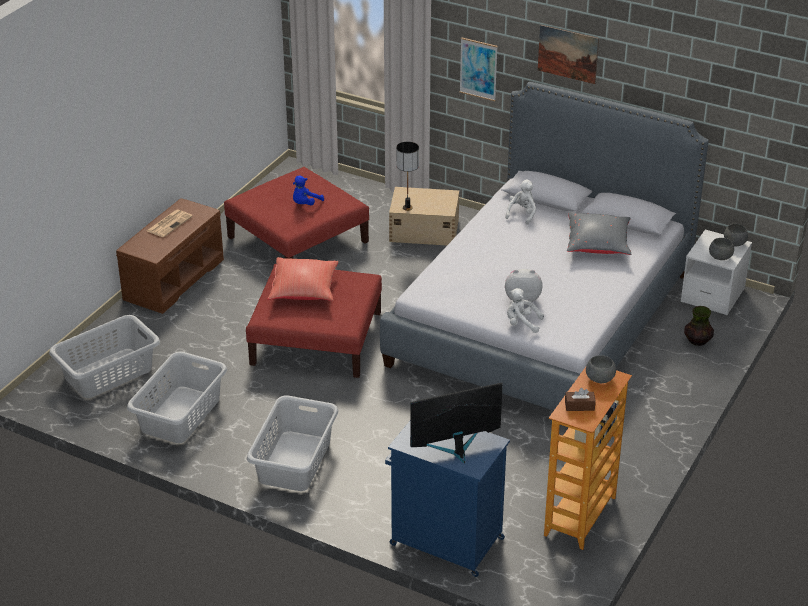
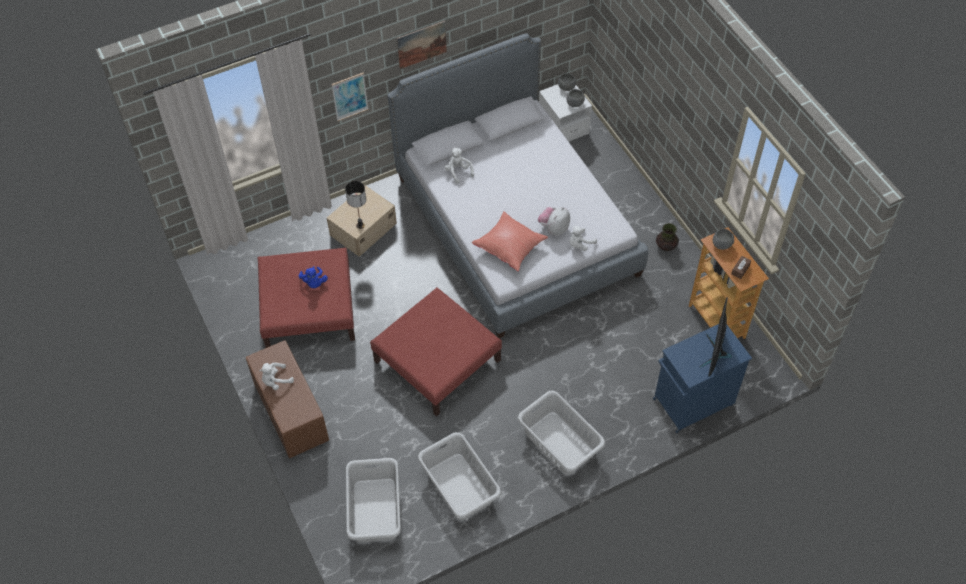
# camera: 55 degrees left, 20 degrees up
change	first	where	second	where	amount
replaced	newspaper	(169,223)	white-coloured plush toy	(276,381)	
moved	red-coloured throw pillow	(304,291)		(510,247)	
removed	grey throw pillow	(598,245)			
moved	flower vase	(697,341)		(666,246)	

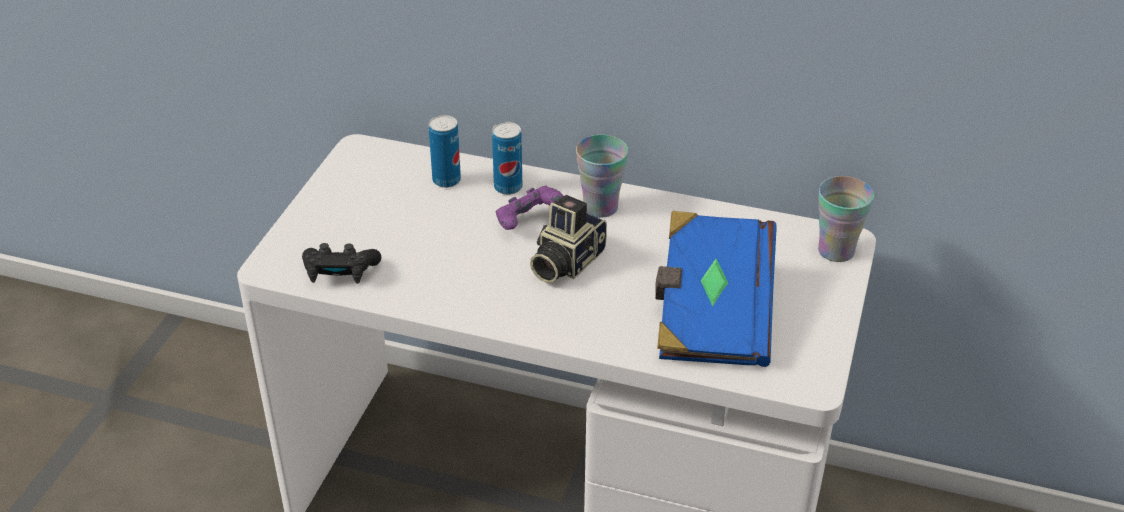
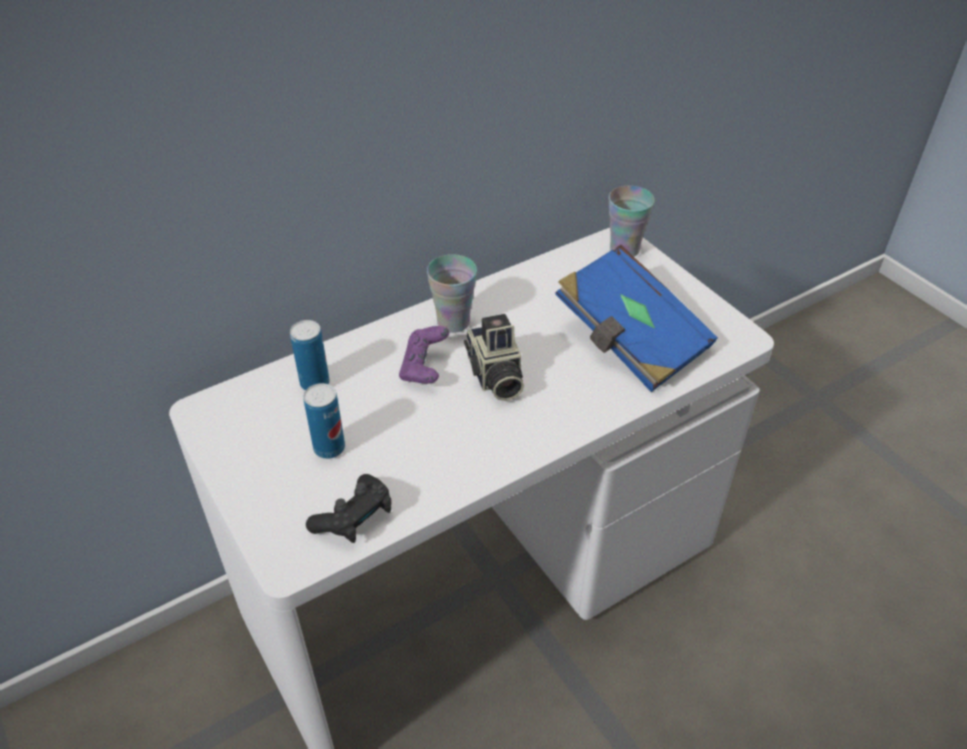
# camera: 50 degrees left, 5 degrees up
change	first	where	second	where	amount
moved	sealed can	(508,187)		(329,448)	

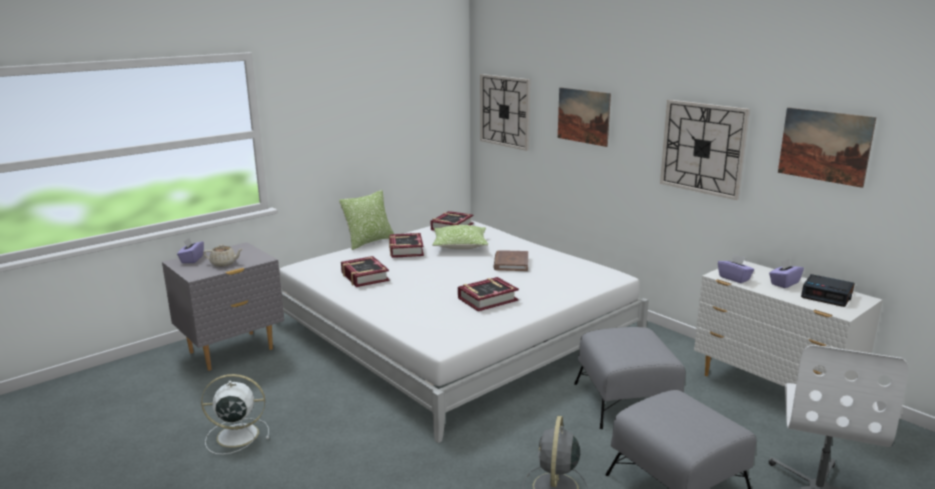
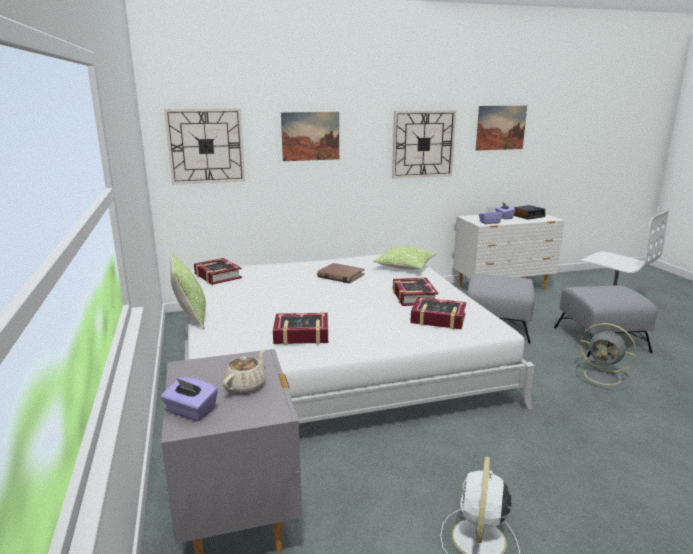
# camera: 65 degrees left, 0 degrees up
change	first	where	second	where	amount
moved	volume	(405,250)		(438,319)	
moved	throw pillow	(460,245)		(405,266)	

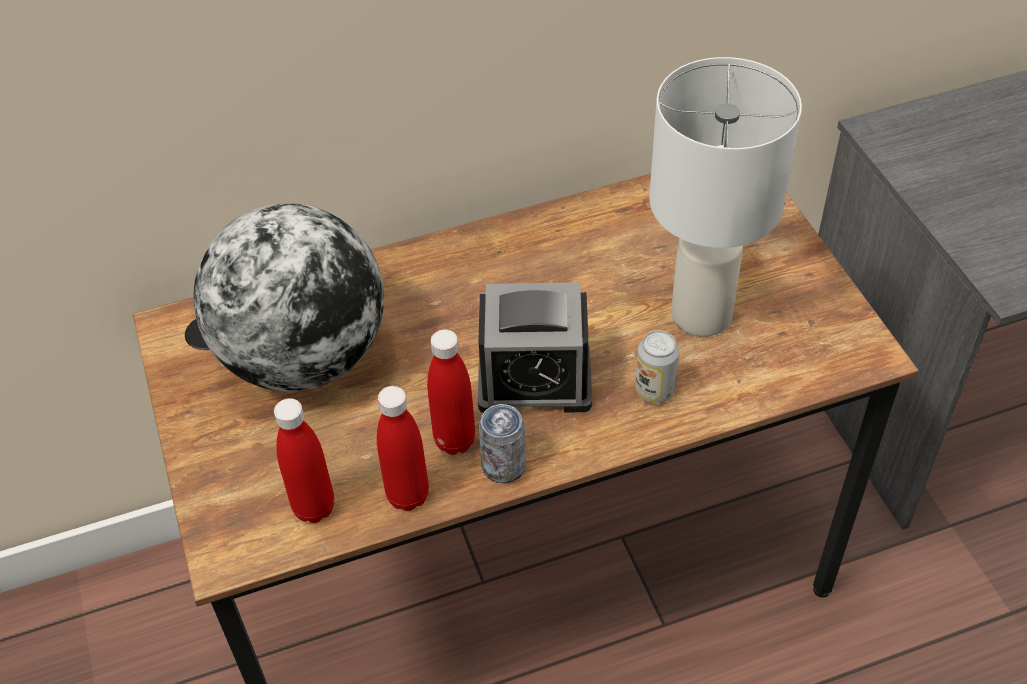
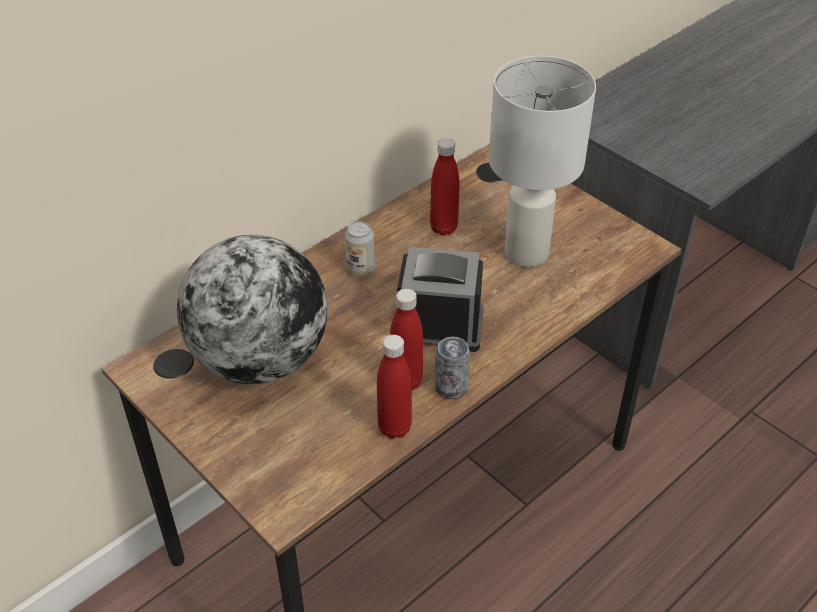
# camera: 25 degrees left, 5 degrees down
change	first	where	second	where	amount
moved	red-coloured drink bottle	(314,507)		(443,228)	
turned	table clock	(534,380)		(439,326)	150 degrees counterclockwise
moved	sealed can	(654,390)		(360,268)	

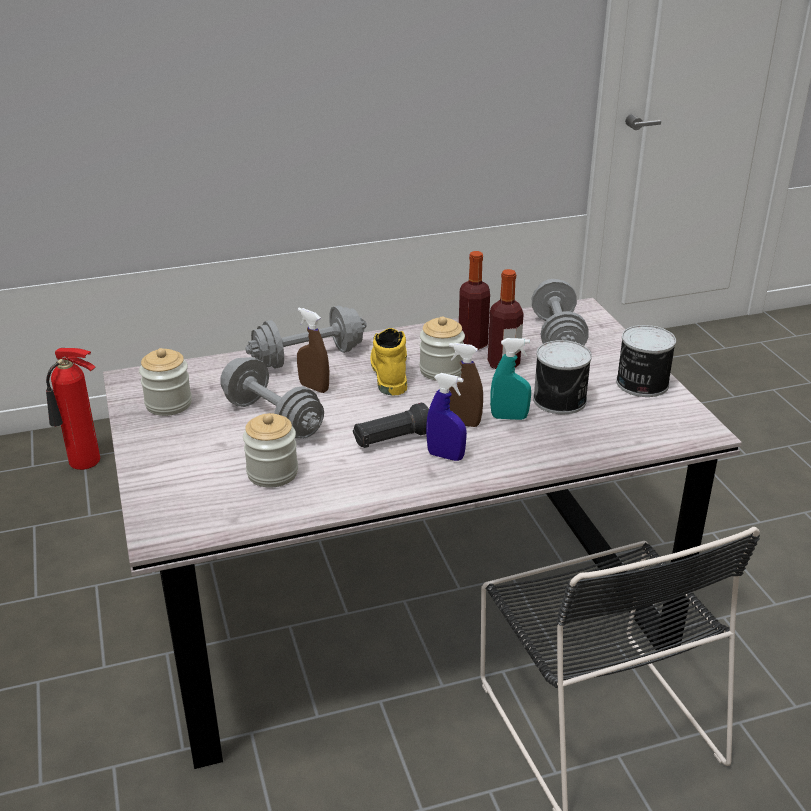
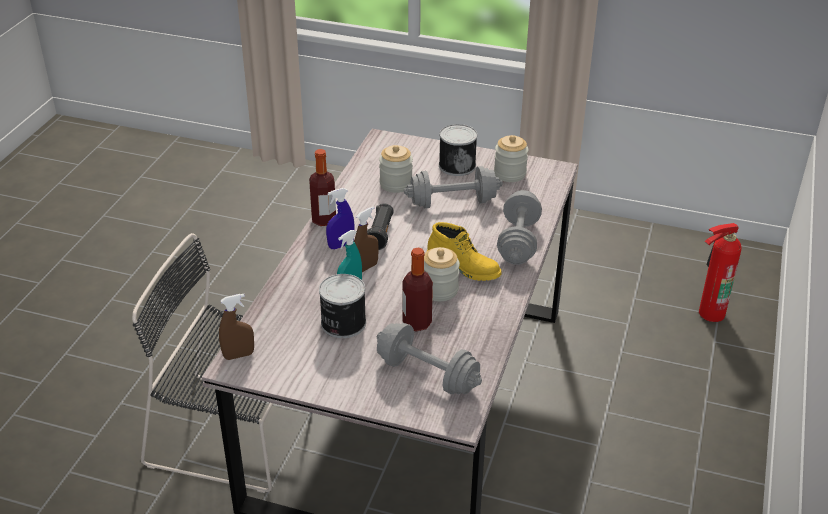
# camera: 125 degrees right, 5 degrees up
change	first	where	second	where	amount
moved	brown hand sprayer	(314,387)		(238,355)	
moved	drink bottle	(472,343)		(324,220)	
moved	sealed can	(641,383)		(457,165)	

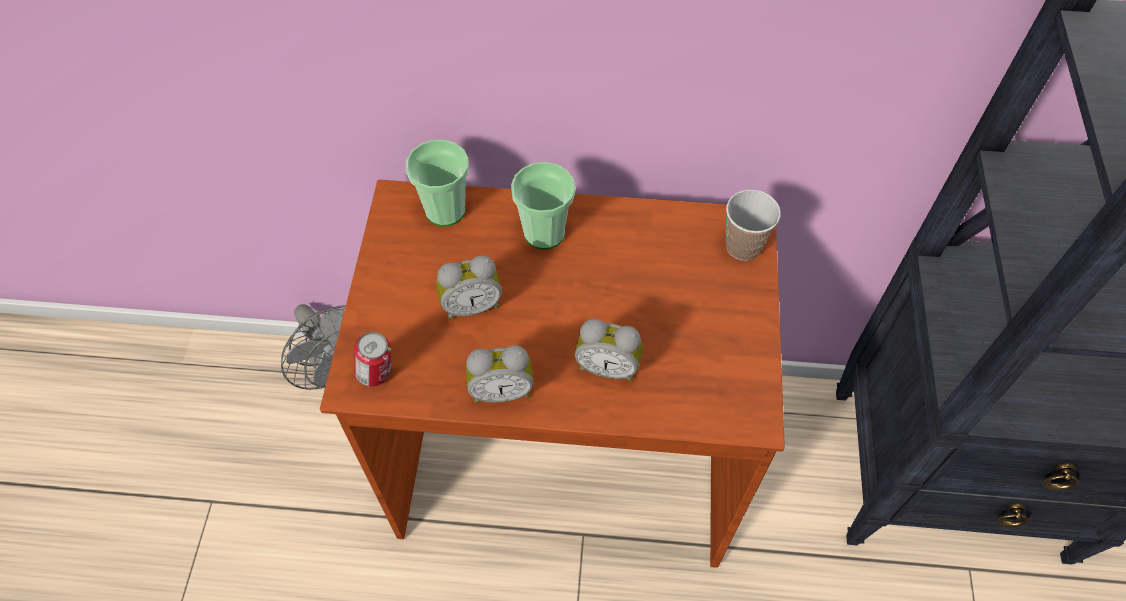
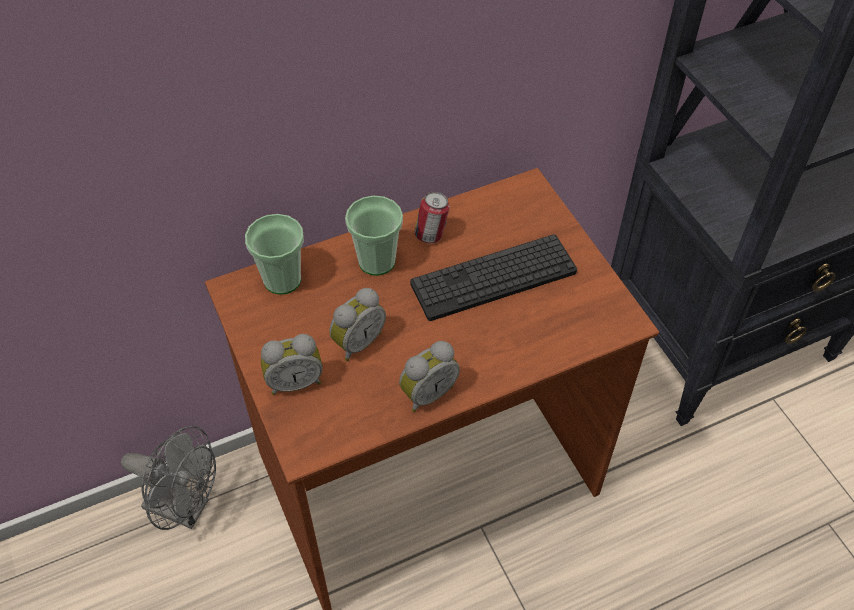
# camera: 30 degrees left, 5 degrees down
change	first	where	second	where	amount
moved	sealed can	(377,374)		(431,235)	
moved	table clock	(608,366)		(294,381)	
removed	cup	(743,246)			
added			keyboard	(493,278)	

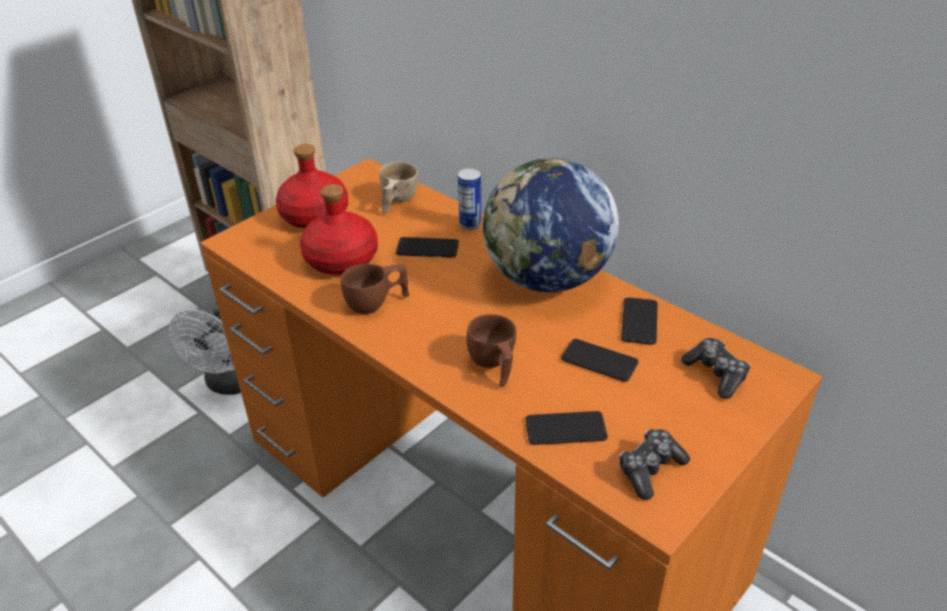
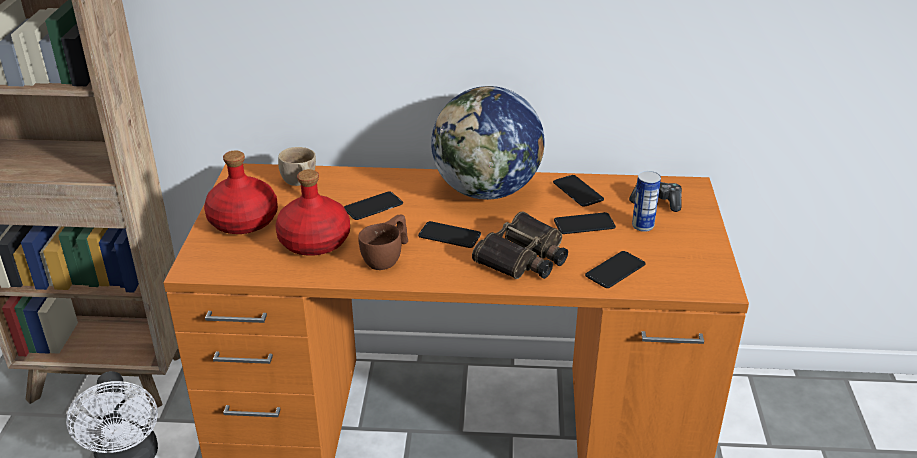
# camera: 40 degrees left, 5 degrees down
change	first	where	second	where	amount
moved	sealed can	(470,224)		(642,226)	
replaced	brown cup	(493,366)	field glasses	(524,257)	
removed	game controller	(650,469)			
added			telephone	(449,236)	

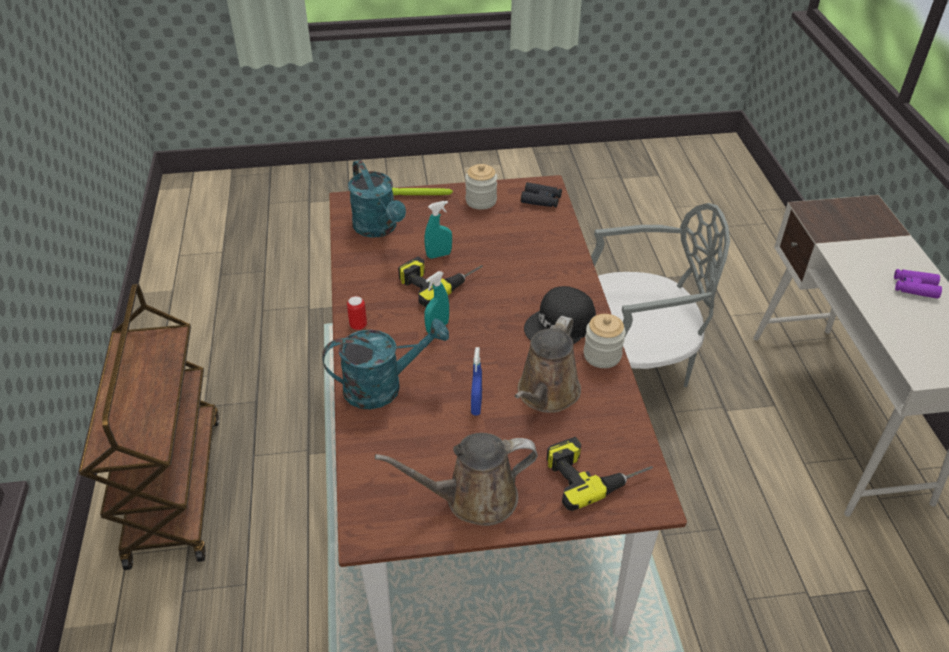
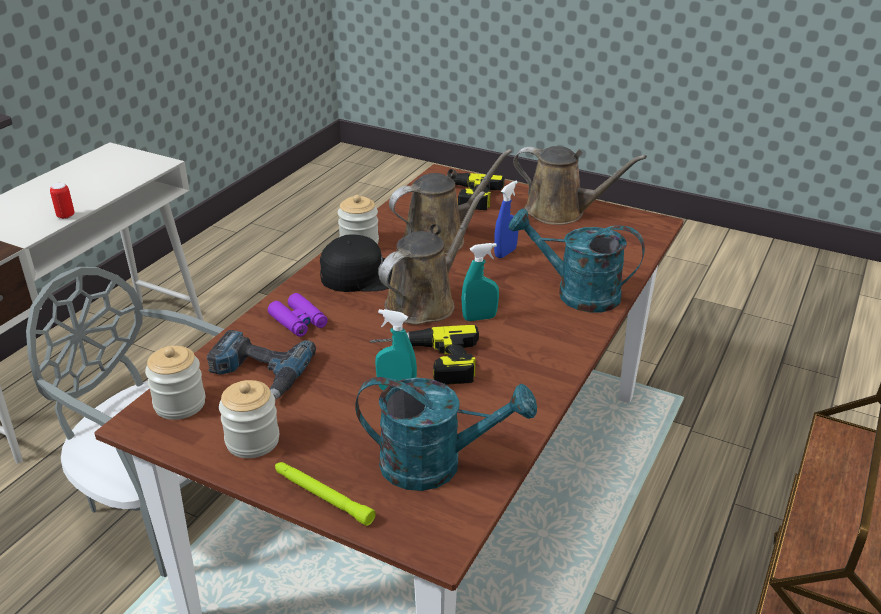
# camera: 145 degrees left, 10 degrees down
change	first	where	second	where	amount
moved	sealed can	(358,325)		(66,216)	
turned	turquoise watering can	(379,229)		(436,464)	90 degrees clockwise
replaced	blackish field glasses	(541,200)	preserve jar	(180,404)	
moved	purplish field glasses	(914,287)		(298,321)	
added			electric drill	(258,373)	
added			brown watering can	(425,302)	

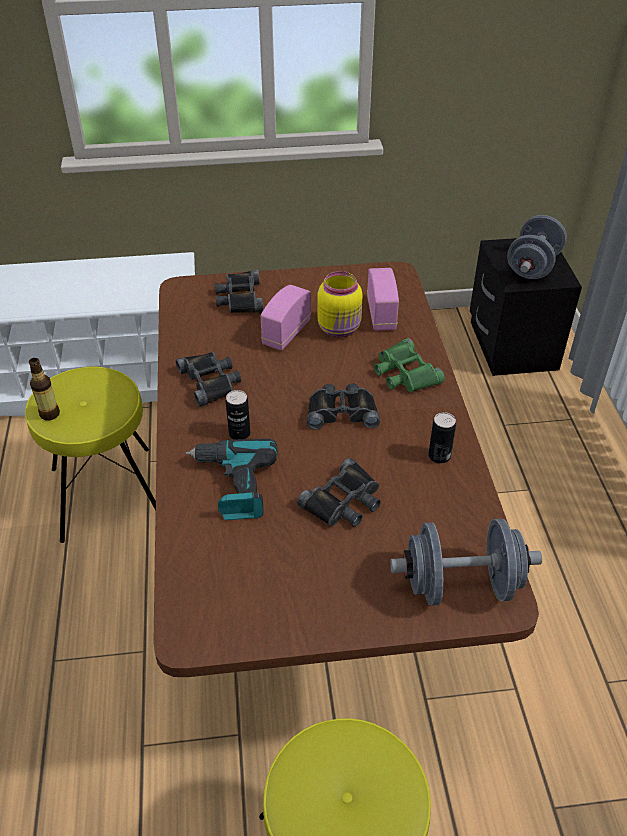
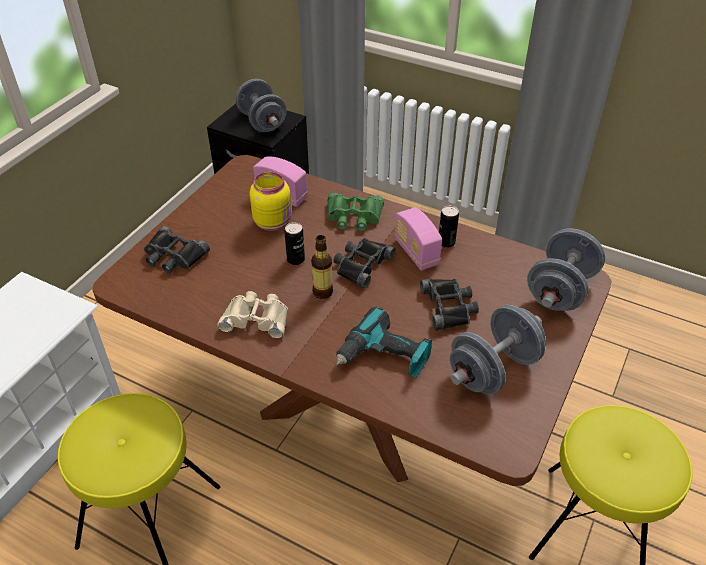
# camera: 55 degrees left, 0 degrees up
change	first	where	second	where	amount
moved	drink bottle	(50,414)		(322,292)	
recoloured	blackish field glasses	(210,381)	beige field glasses	(256,318)	
moved	sealed can	(239,433)		(295,259)	
moved	radio set	(286,333)		(416,252)	
added			grey hand weight	(493,369)	

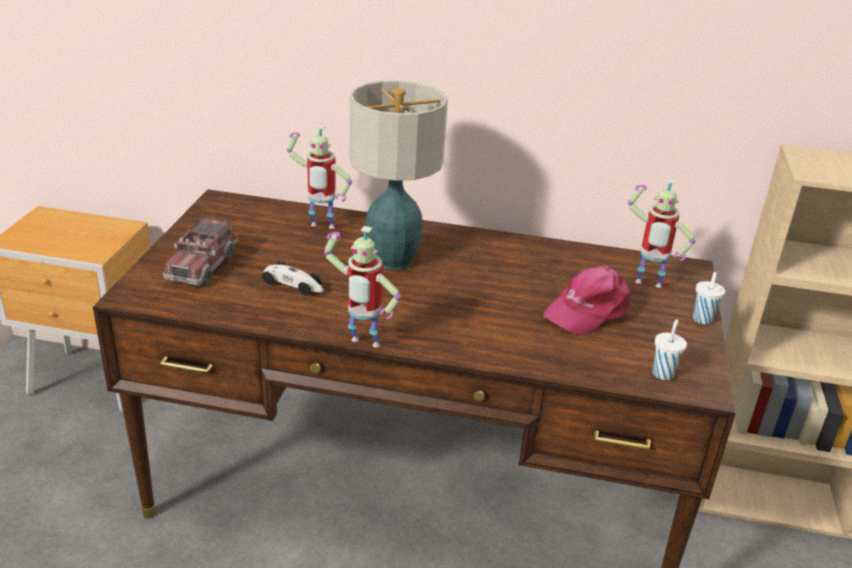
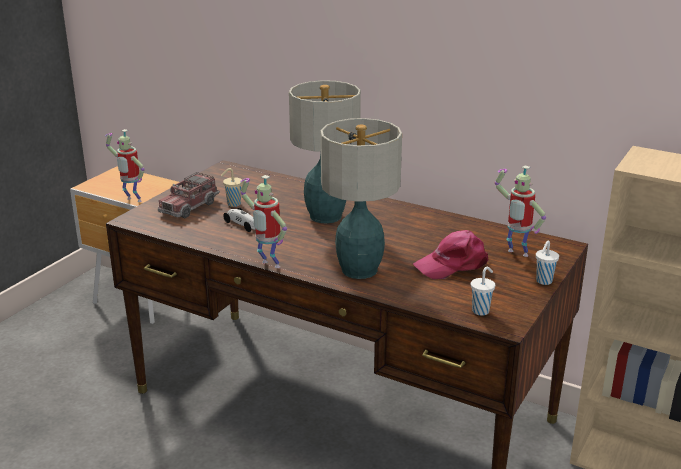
# camera: 20 degrees right, 5 degrees down
change	first	where	second	where	amount
moved	toy robot	(321,227)		(132,201)	
added			beige cup	(233,204)	
added			tabletop lamp	(358,270)	

